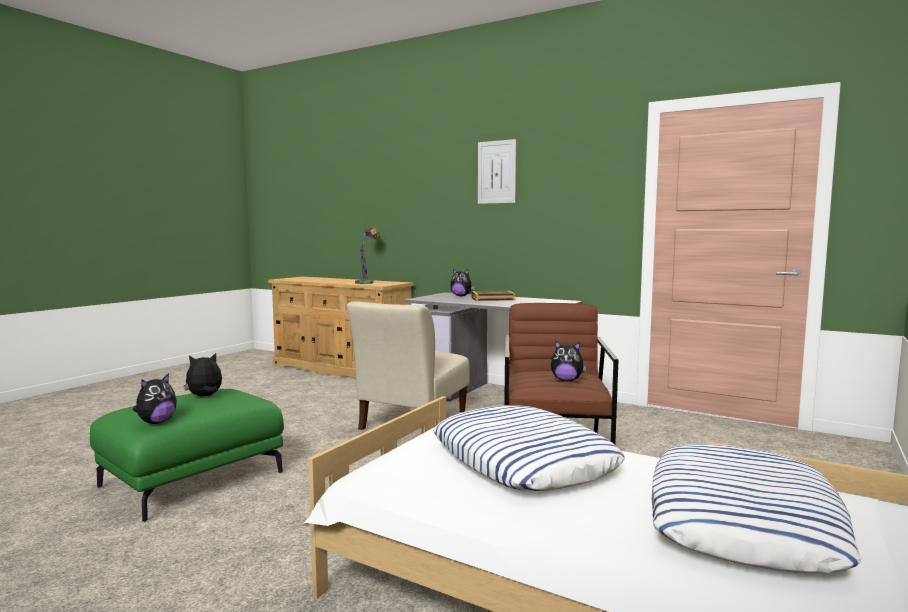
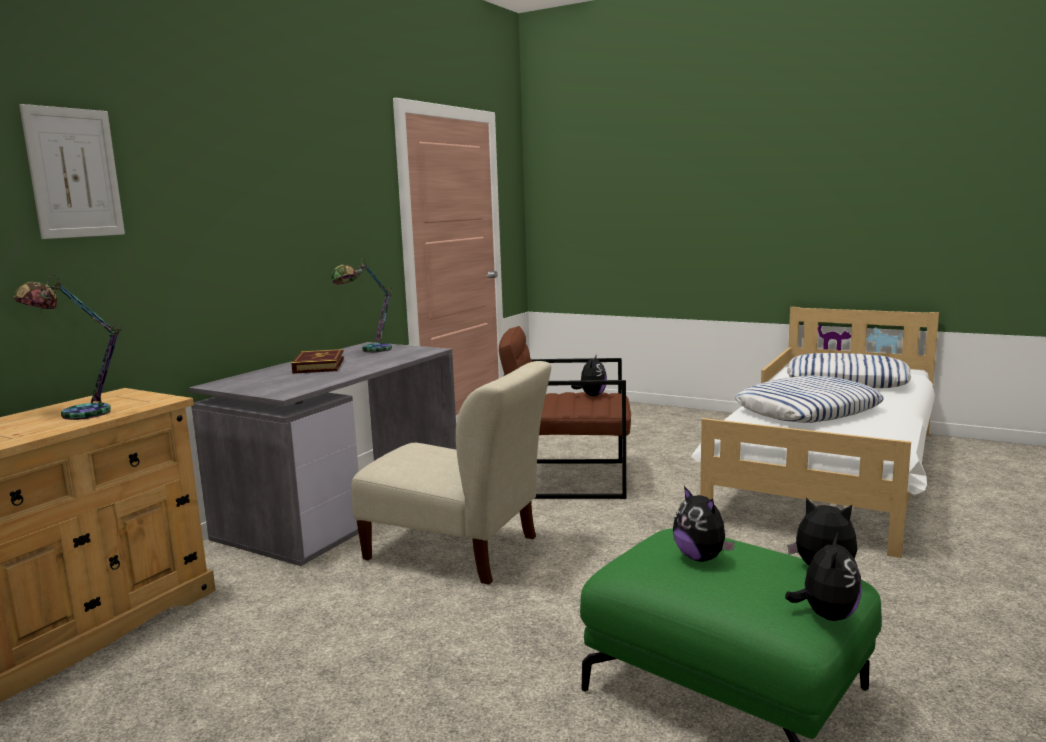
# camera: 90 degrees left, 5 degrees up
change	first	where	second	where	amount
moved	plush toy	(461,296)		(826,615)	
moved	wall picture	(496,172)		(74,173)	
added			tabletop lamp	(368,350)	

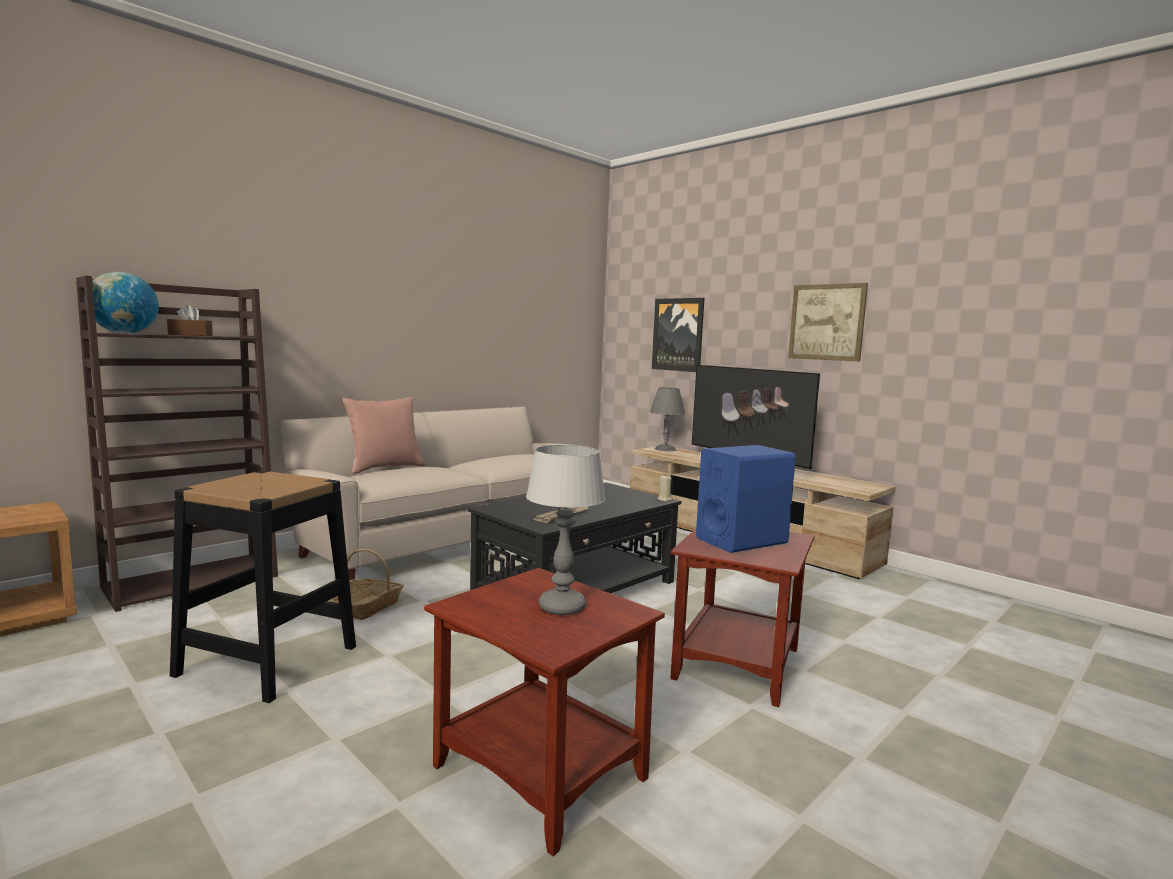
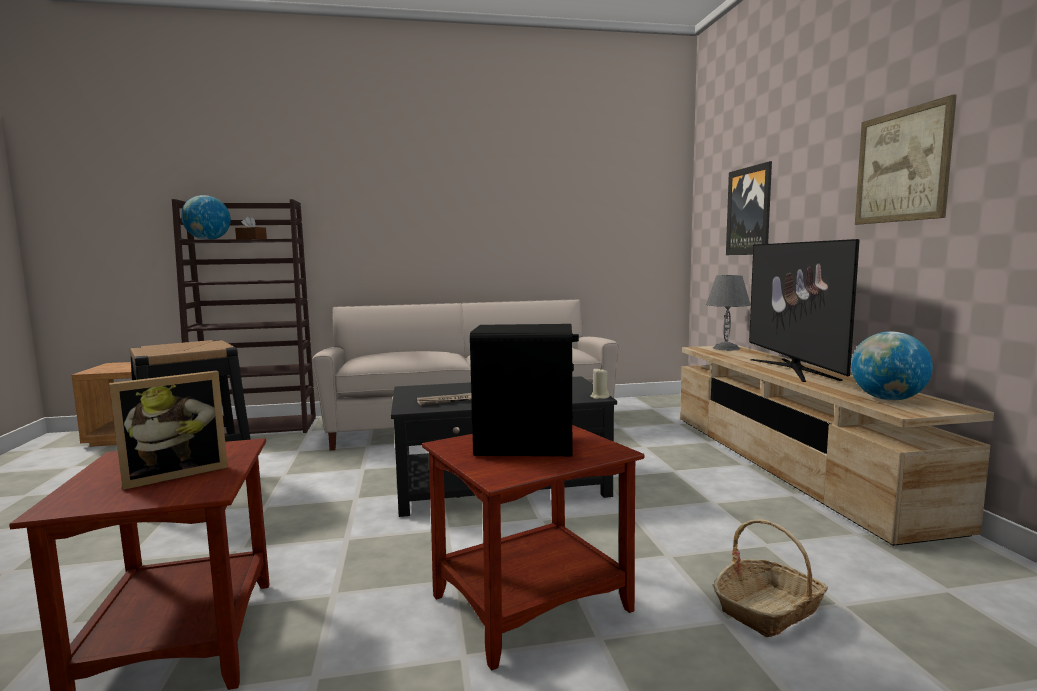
# camera: 35 degrees right, 0 degrees up
change	first	where	second	where	amount
moved	basket	(367,606)		(769,609)	
removed	pink-coloured throw pillow	(385,468)			
replaced	tabletop lamp	(561,606)	picture frame	(175,473)	
recoloured	blue audio speaker	(741,541)	blackish audio speaker	(526,445)	
added			world globe	(887,399)	

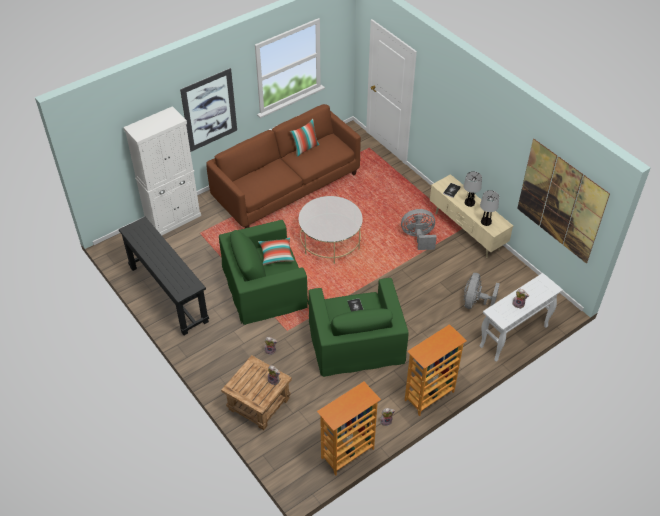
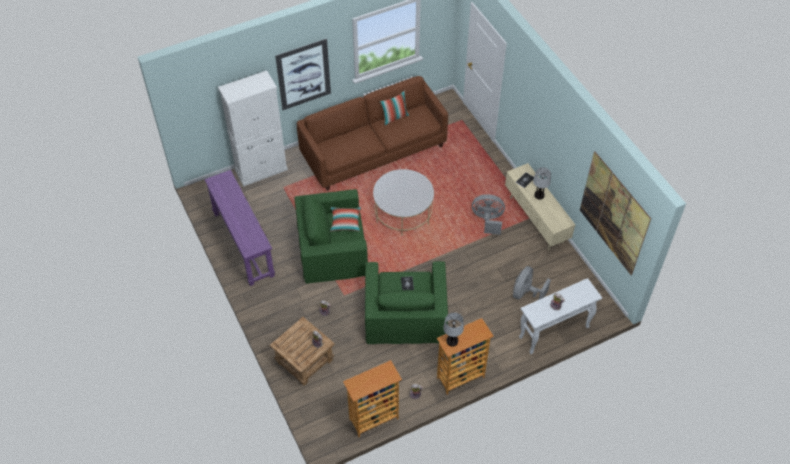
# camera: 10 degrees right, 5 degrees up
change	first	where	second	where	amount
recoloured	blackish console table	(168,294)	purplish console table	(243,243)	
moved	tabletop lamp	(486,221)		(452,341)	

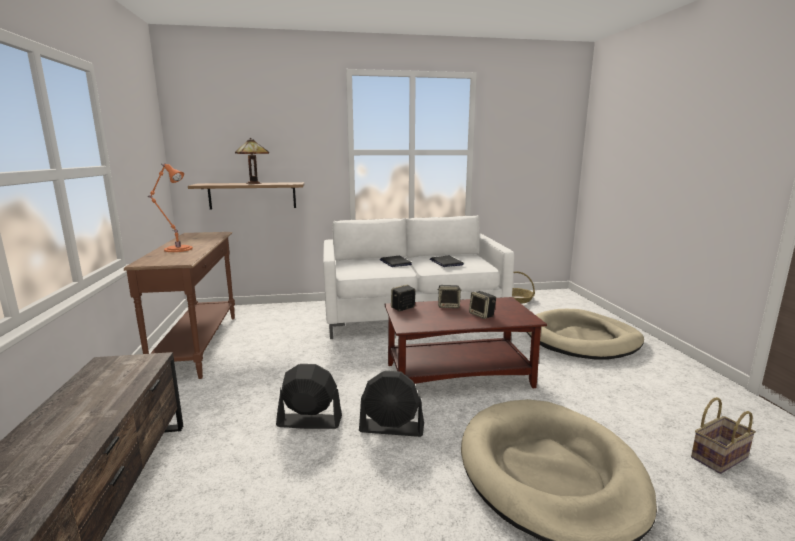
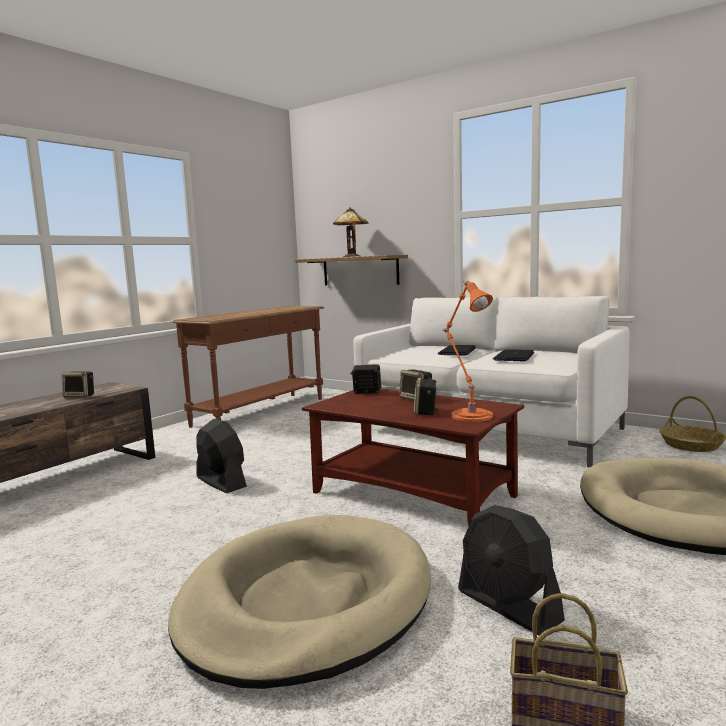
# camera: 45 degrees right, 5 degrees down
change	first	where	second	where	amount
moved	orange tabletop lamp	(176,249)		(470,415)	
moved	blackish cooling fan	(392,428)		(508,606)	
added			audio speaker	(80,396)	

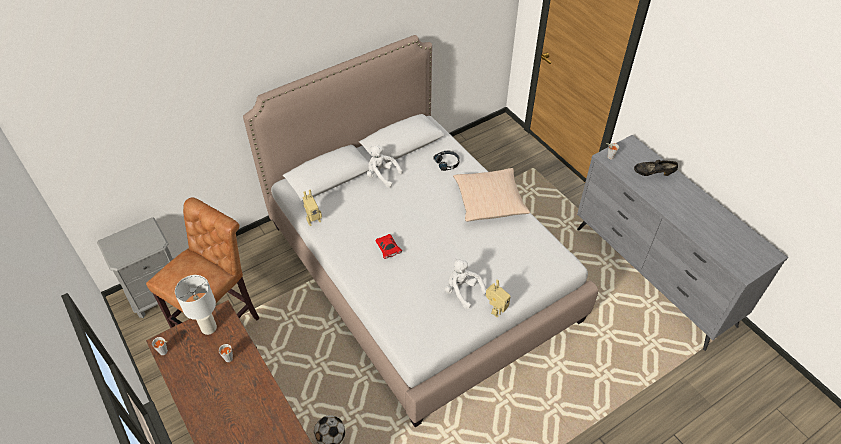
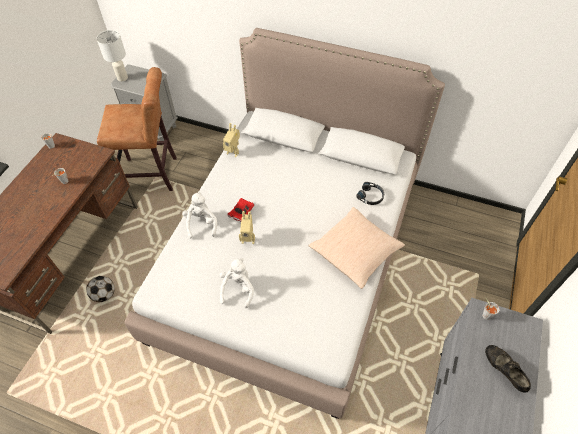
# camera: 55 degrees right, 5 degrees up
change	first	where	second	where	amount
moved	white-coloured tabletop lamp	(209,328)		(122,78)	
moved	white-coloured plush toy	(381,175)		(201,223)	
moved	toy robot	(495,309)		(248,238)	

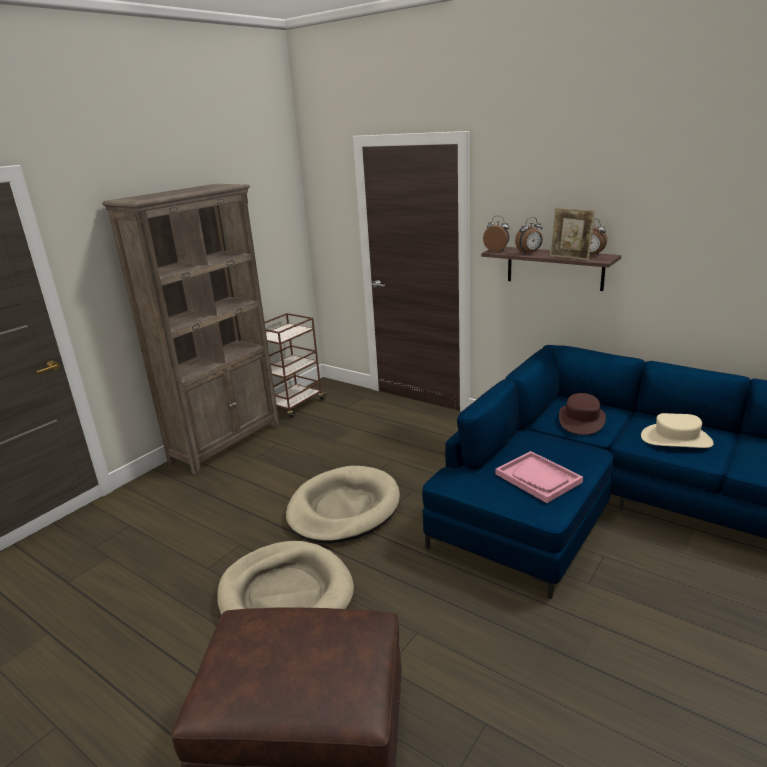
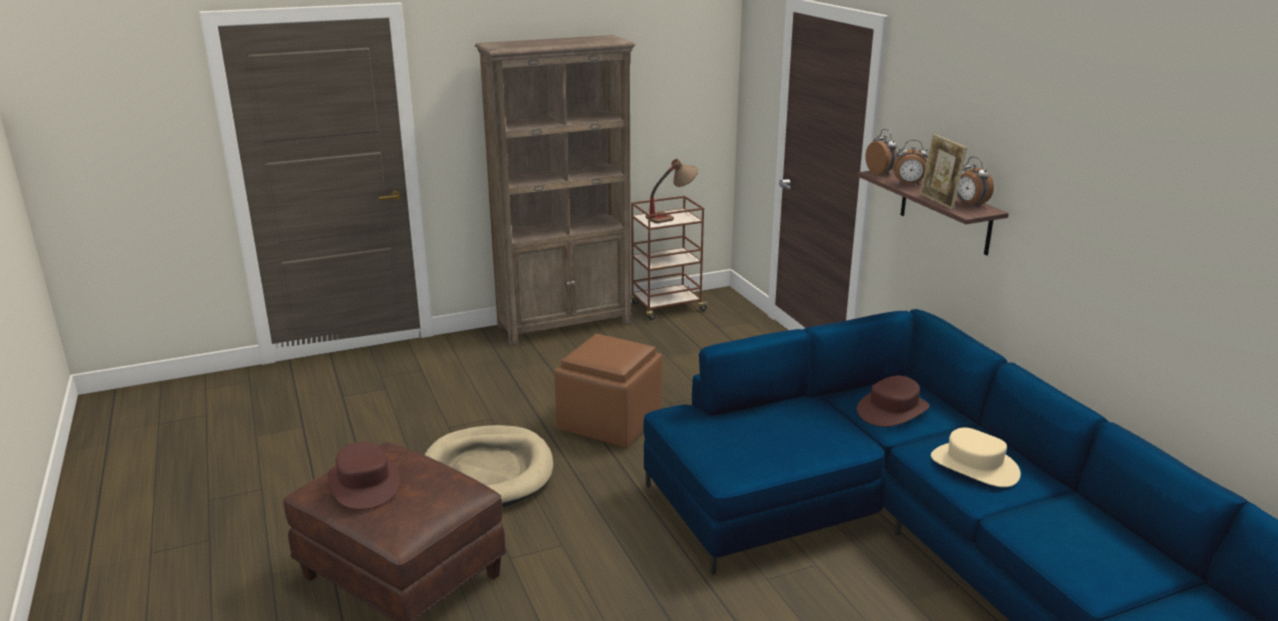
# camera: 30 degrees right, 0 degrees up
change	first	where	second	where	amount
replaced	beige dog bed	(343,509)	brown pouffe	(608,423)	
removed	pink-coloured tray	(538,478)			
added			brown wearable hat	(364,483)	
added			tabletop lamp	(671,216)	

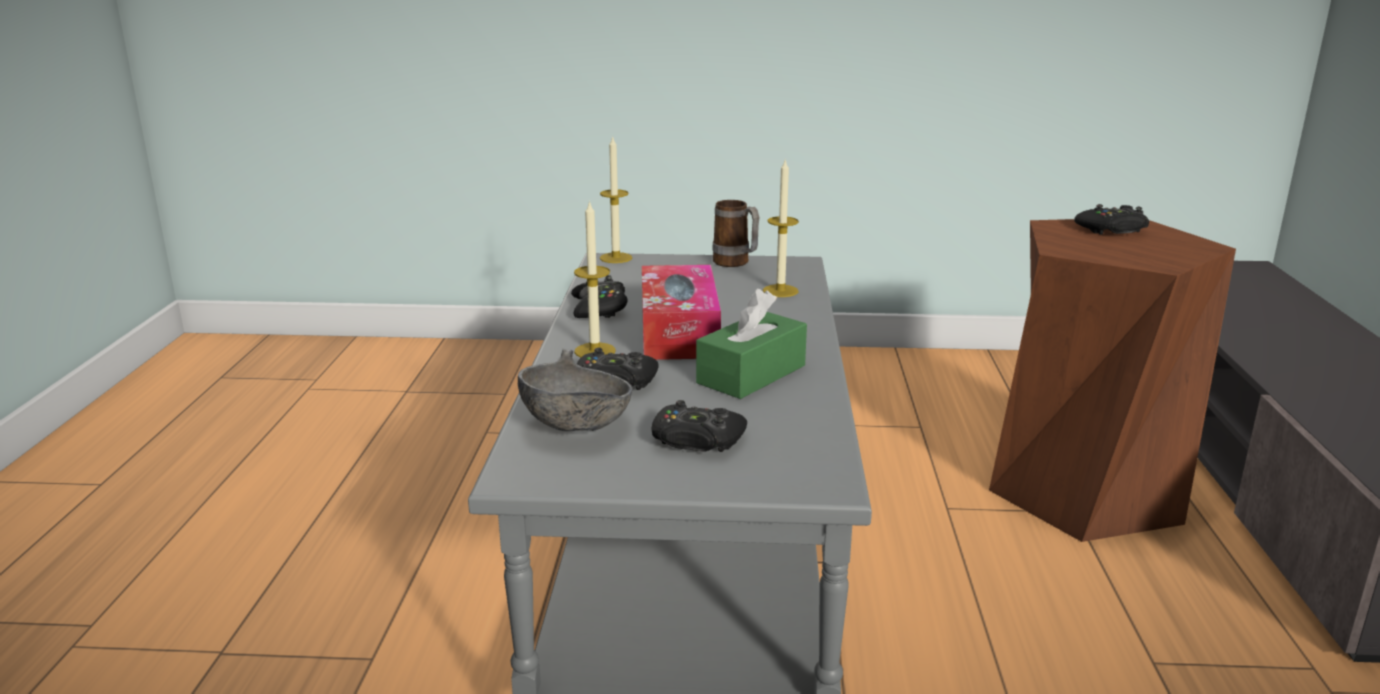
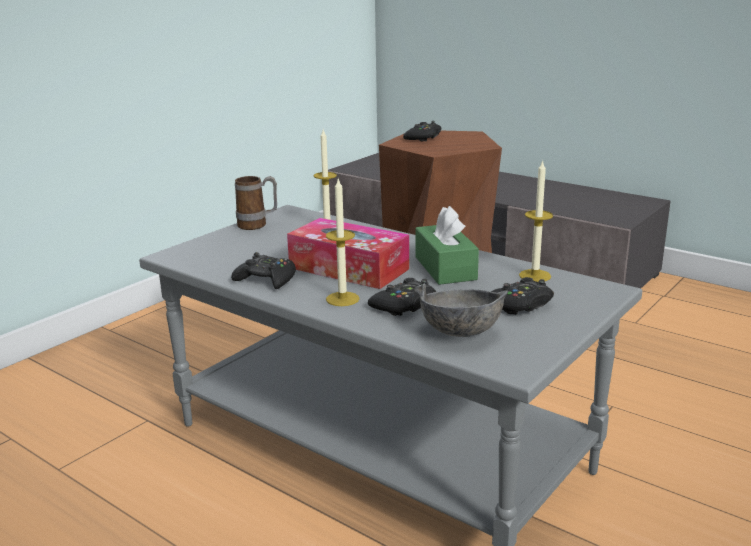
# camera: 55 degrees left, 0 degrees up
change	first	where	second	where	amount
moved	candle	(616,258)		(535,276)	

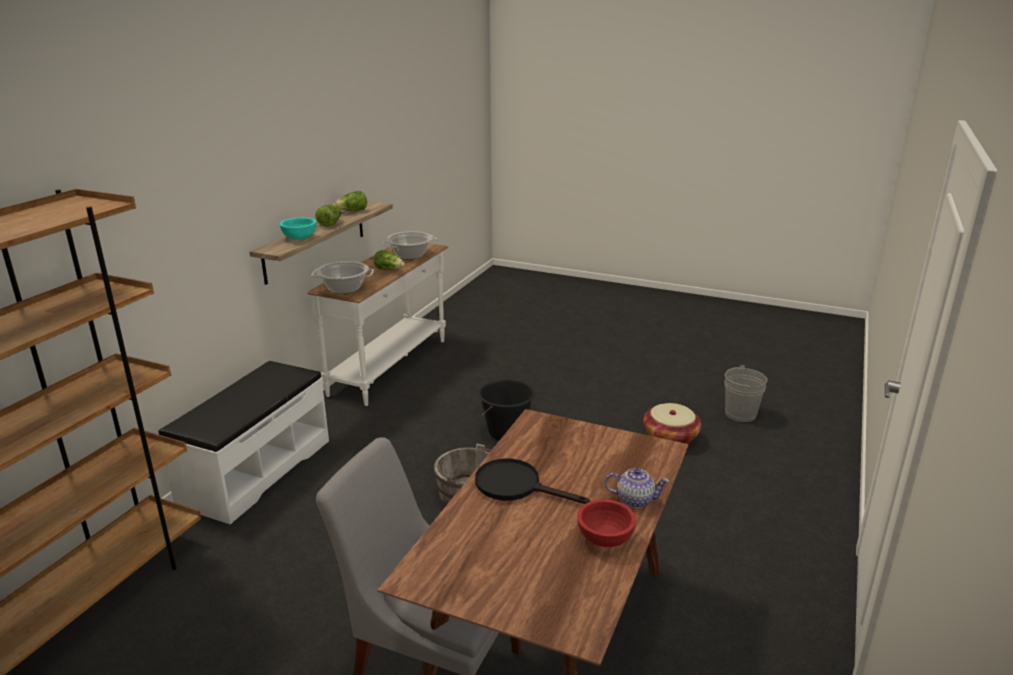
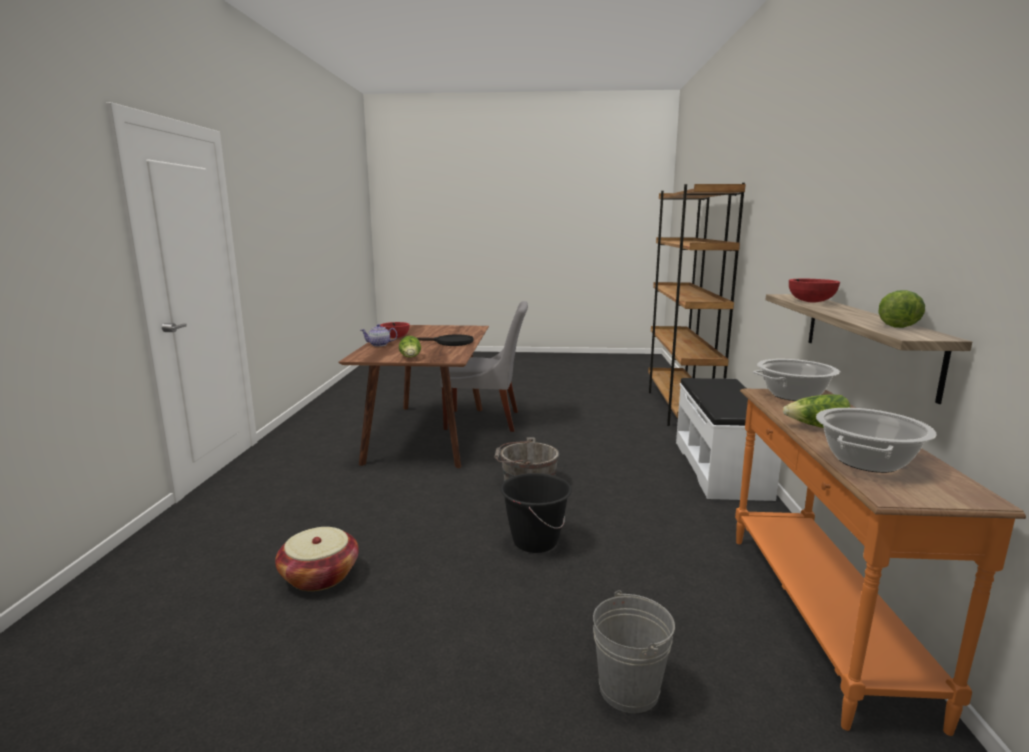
# camera: 160 degrees right, 10 degrees down
change	first	where	second	where	amount
recoloured	turquoise serving bowl	(299,238)	red-coloured serving bowl	(811,301)	
recoloured	white-coloured console table	(390,367)	orange console table	(816,616)	
moved	lettuce head	(330,223)		(411,358)	
moved	grey water bucket	(740,414)		(629,690)	

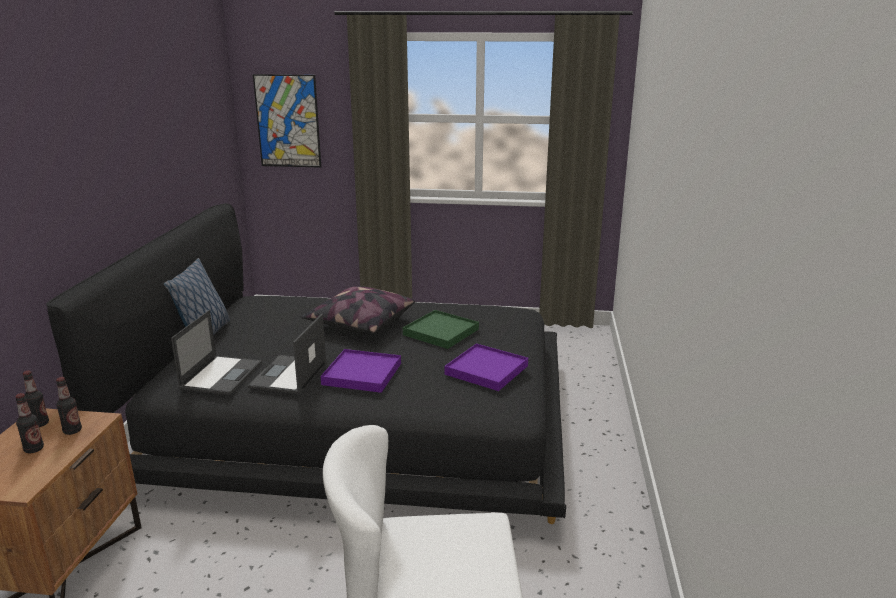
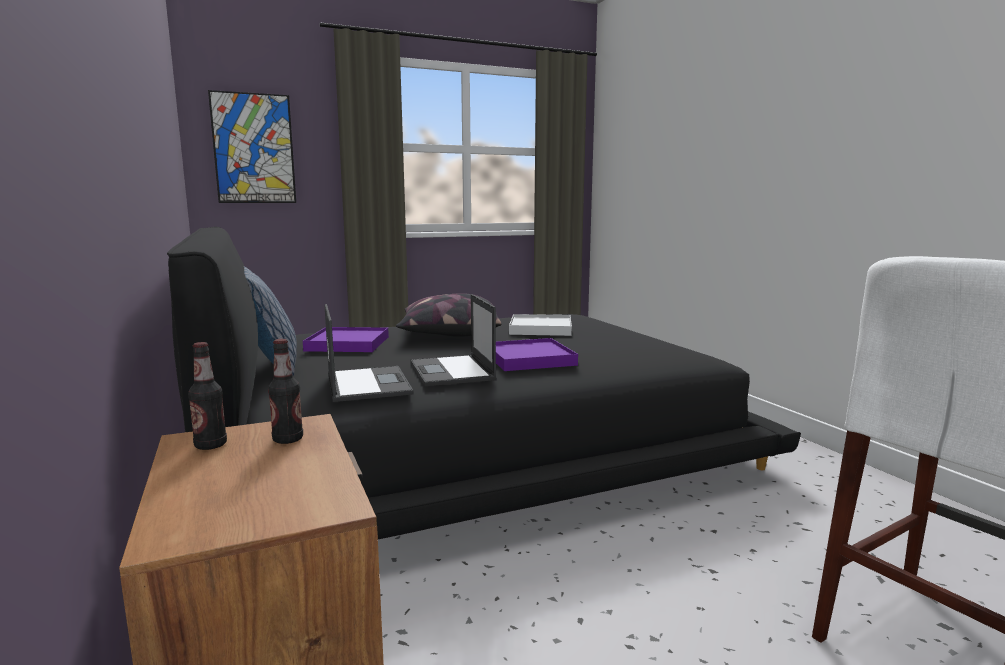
# camera: 30 degrees left, 10 degrees down
change	first	where	second	where	amount
removed	drink bottle	(34,449)			
recoloured	green tray	(441,332)	white-coloured tray	(541,329)	
moved	purplish tray	(486,370)		(347,344)	

